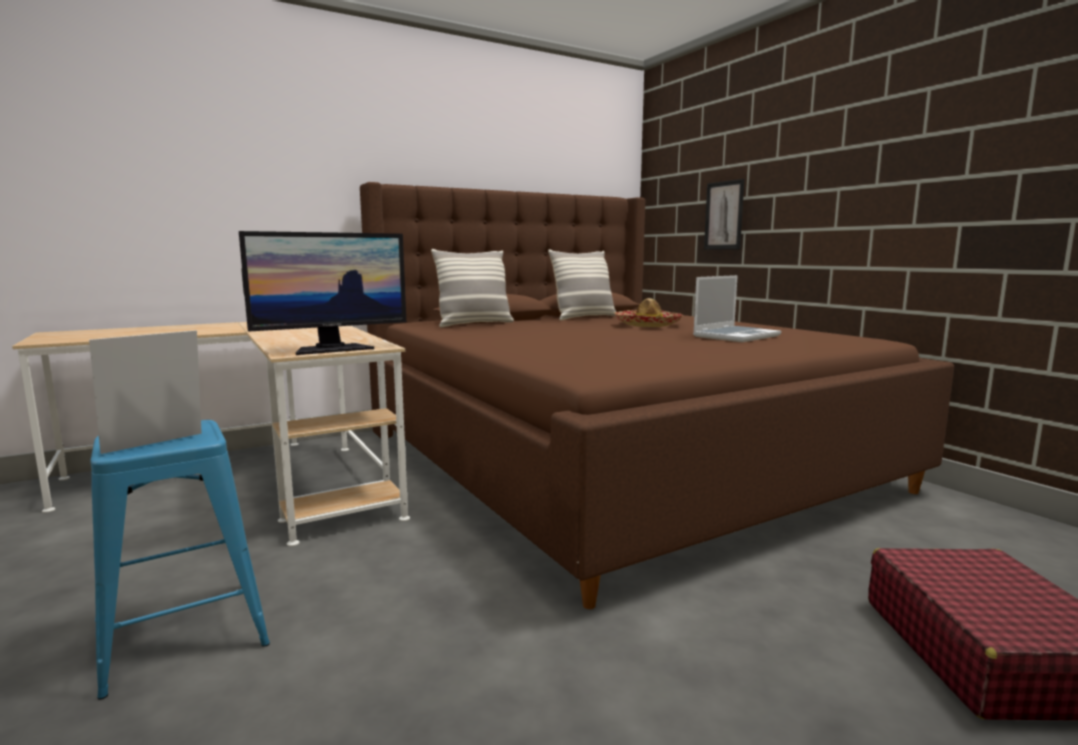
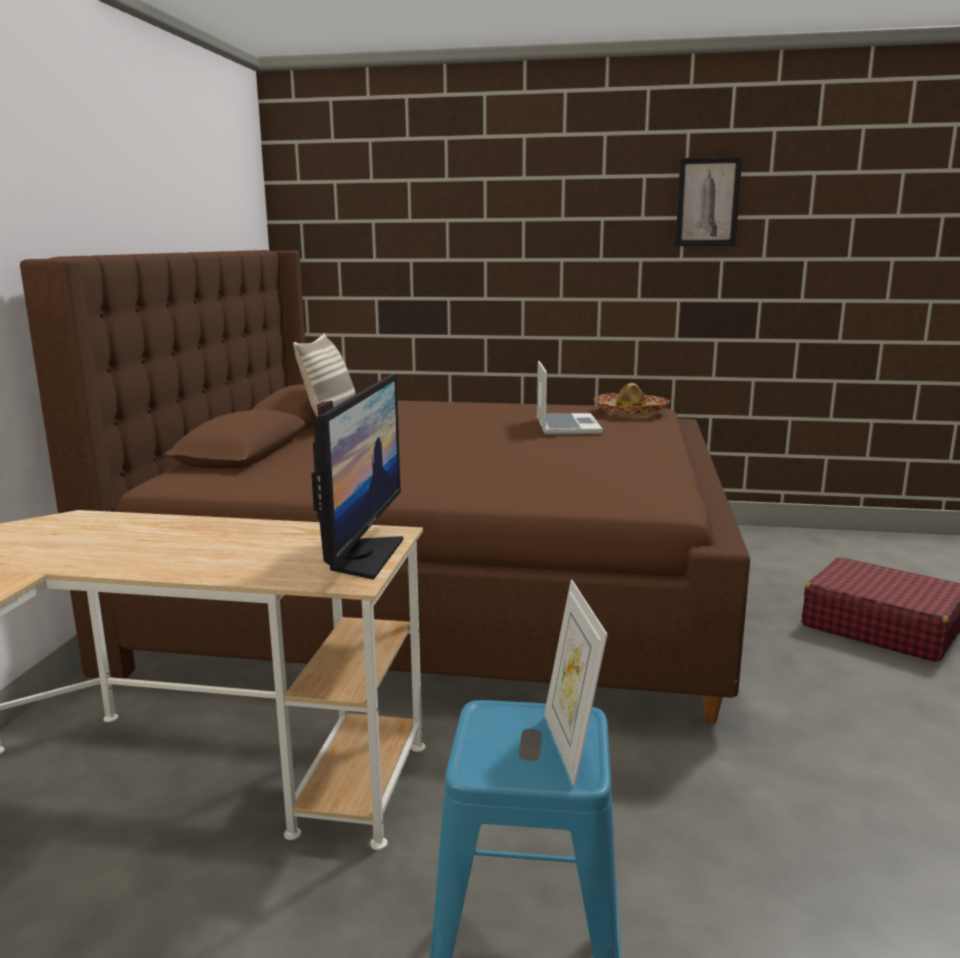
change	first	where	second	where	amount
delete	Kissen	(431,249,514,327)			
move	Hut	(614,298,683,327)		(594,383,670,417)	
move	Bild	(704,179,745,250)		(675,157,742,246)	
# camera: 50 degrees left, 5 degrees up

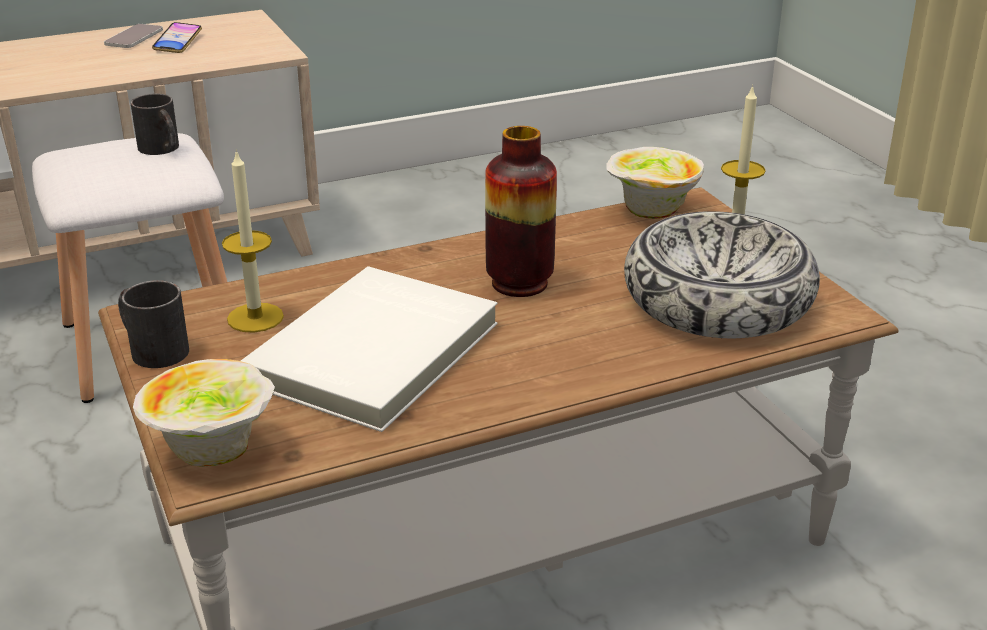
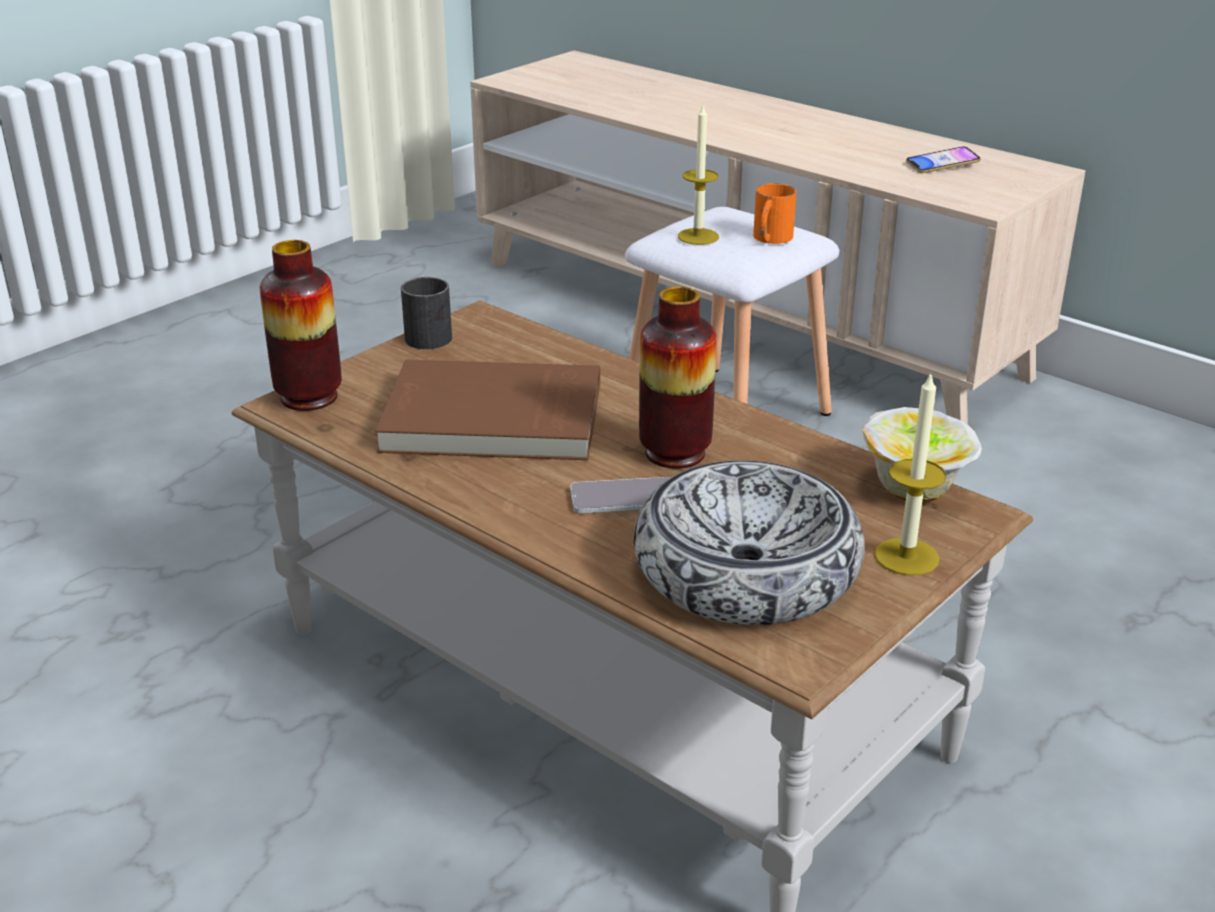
change	first	where	second	where	amount
move	Handy	(104,24,163,48)		(570,477,669,513)	
recolor	Henkelbecher (schwarz)	(131,94,179,155)	Henkelbecher (orange)	(753,183,796,244)	
replace	Schüssel	(133,359,275,467)	Vase	(260,240,342,411)	
move	Kerze	(222,149,284,333)		(678,106,719,245)	
recolor	Buch (weiß)	(241,266,497,432)	Buch (braun)	(375,359,600,460)	
# camera: 65 degrees right, 0 degrees up

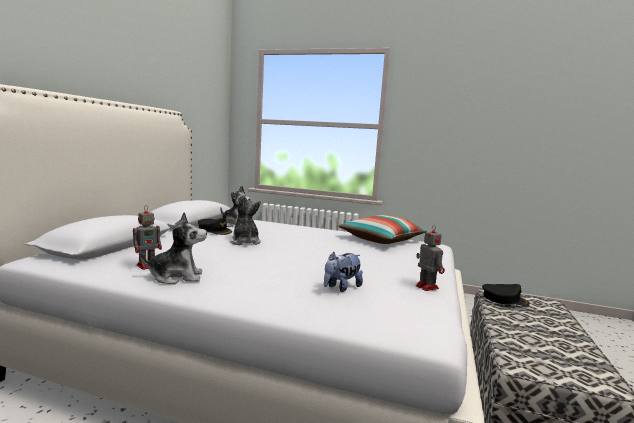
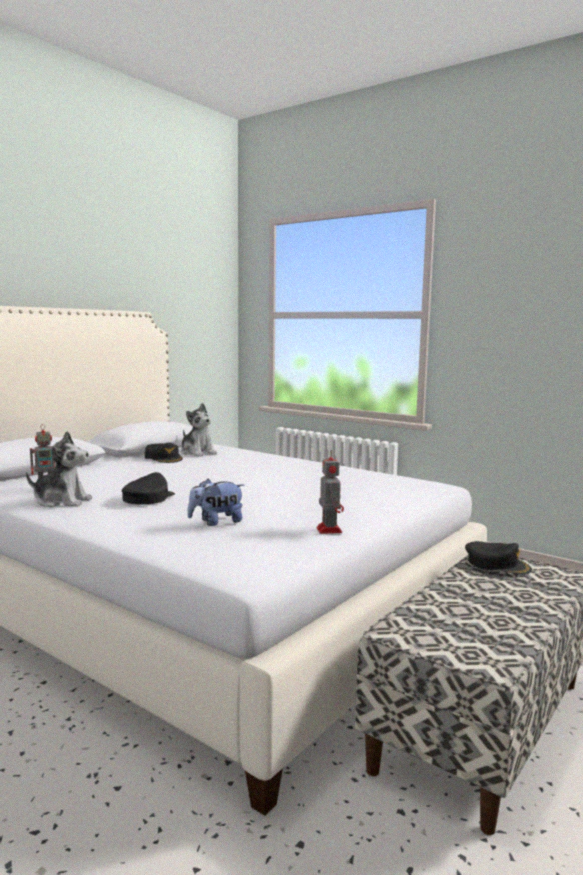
change	first	where	second	where	amount
delete	Plüschtier	(230,194,261,245)			
delete	Kissen	(338,215,427,244)			
insert			Kappe (schwarz)	(122,472,175,504)	
# camera: 20 degrees right, 0 degrees up

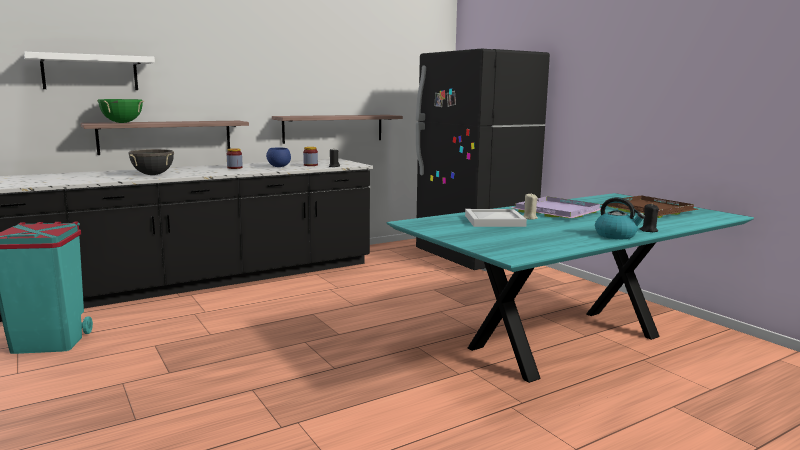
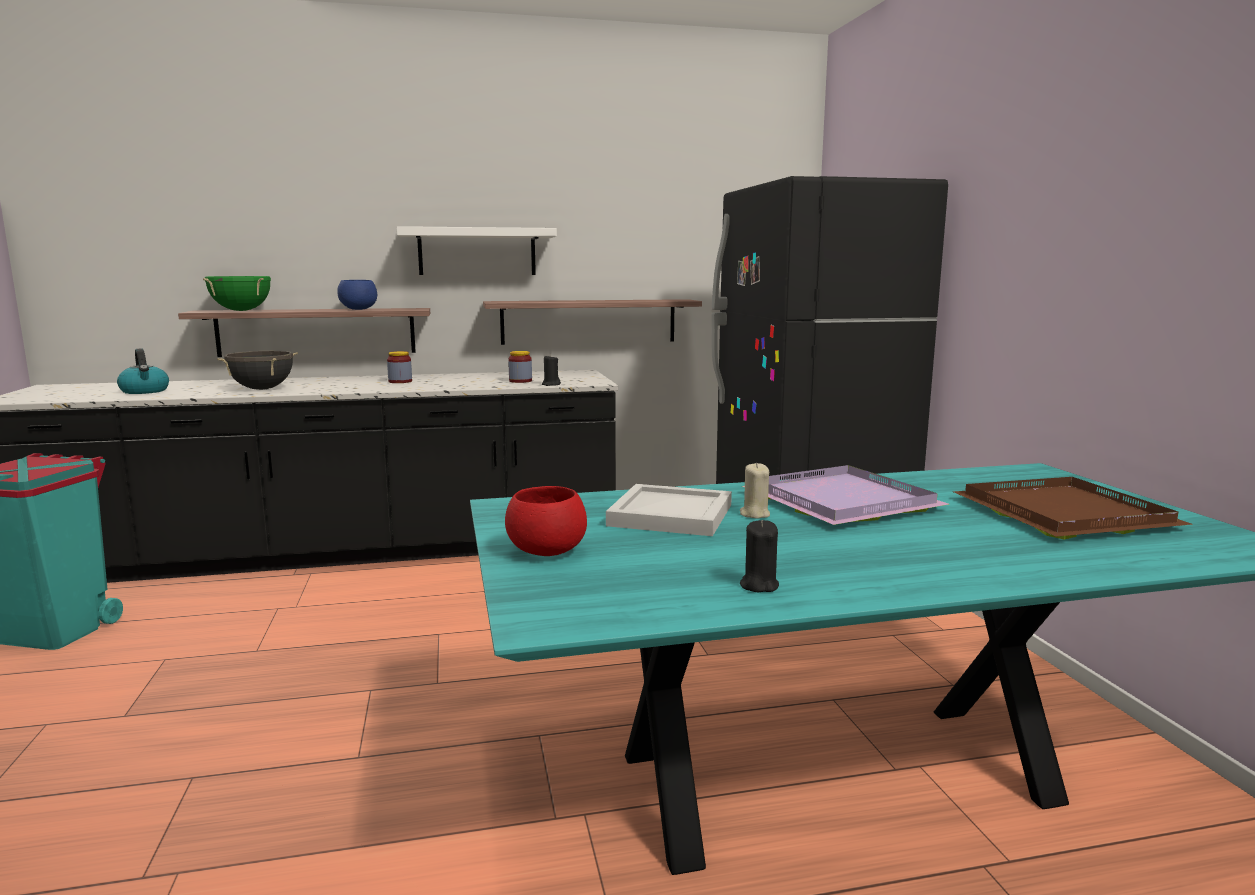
change	first	where	second	where	amount
move	Wandregal (weiß)	(24,52,155,90)		(397,226,557,275)	
move	Schüssel (blau)	(266,148,291,167)		(337,280,377,310)	
move	Wasserkessel	(595,197,645,239)		(117,348,169,394)	
move	Kerze (schwarz)	(640,204,659,232)		(740,520,779,592)	
insert			Schüssel (rot)	(505,486,587,556)	
# camera: 20 degrees right, 0 degrees up

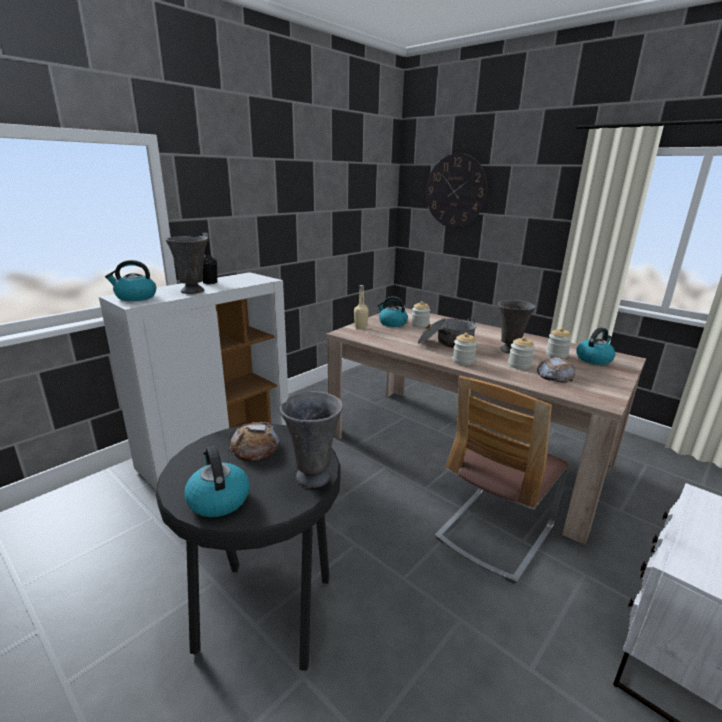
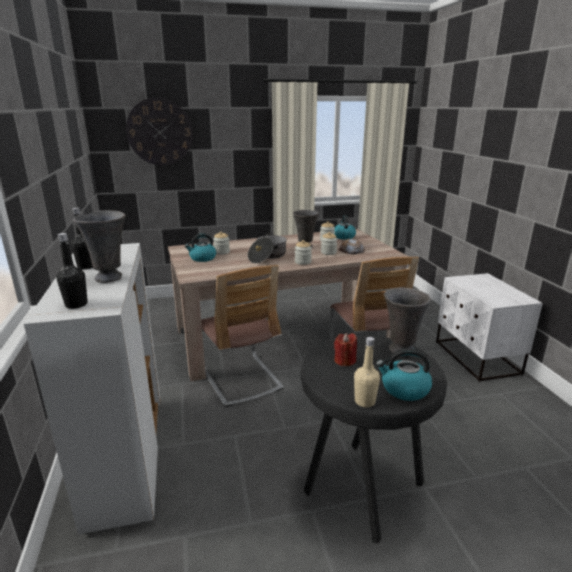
change	first	where	second	where	amount
replace	Wasserkessel	(105,260,156,301)	Flasche (schwarz)	(56,233,88,309)	
replace	Brot	(229,422,279,461)	Kerze (rot)	(334,333,357,366)	
move	Flasche (beige)	(354,285,369,329)		(354,337,380,408)	
insert			Stuhl	(201,265,284,407)	
# camera: 55 degrees left, 0 degrees up

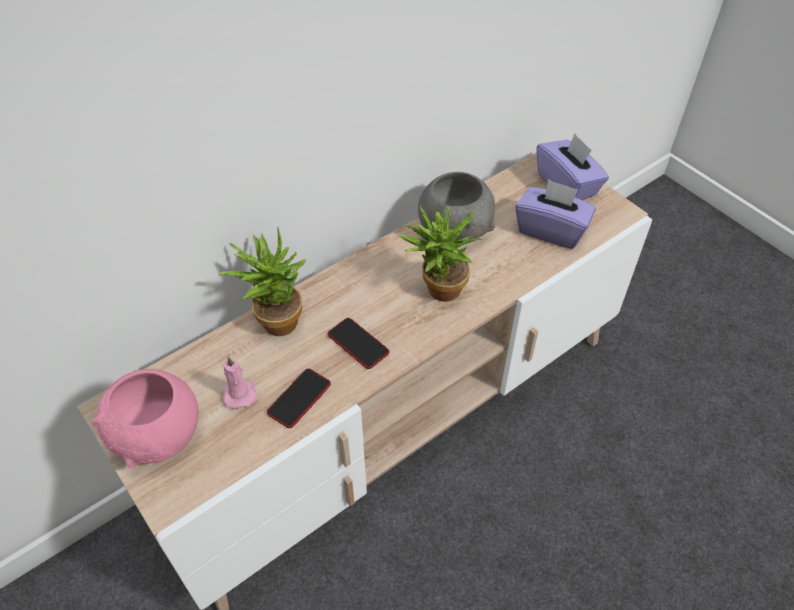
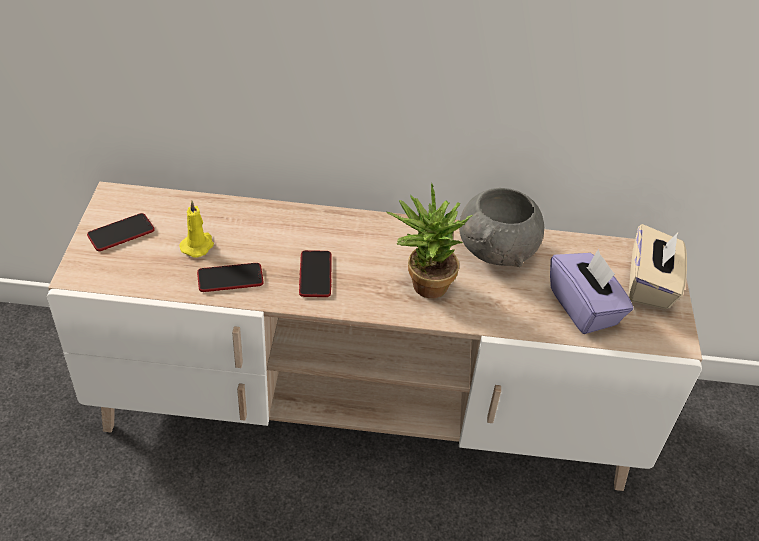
change	first	where	second	where	amount
replace	Schüssel (rosa)	(92,369,199,468)	Handy	(87,213,155,251)	
delete	Topfpflanze	(218,227,306,336)			
recolor	Kerze (rosa)	(223,356,257,409)	Kerze (gelb)	(179,201,214,258)	
recolor	Taschentuchbox (lila)	(536,134,609,200)	Taschentuchbox (beige)	(629,224,687,309)	
# camera: 40 degrees right, 5 degrees down

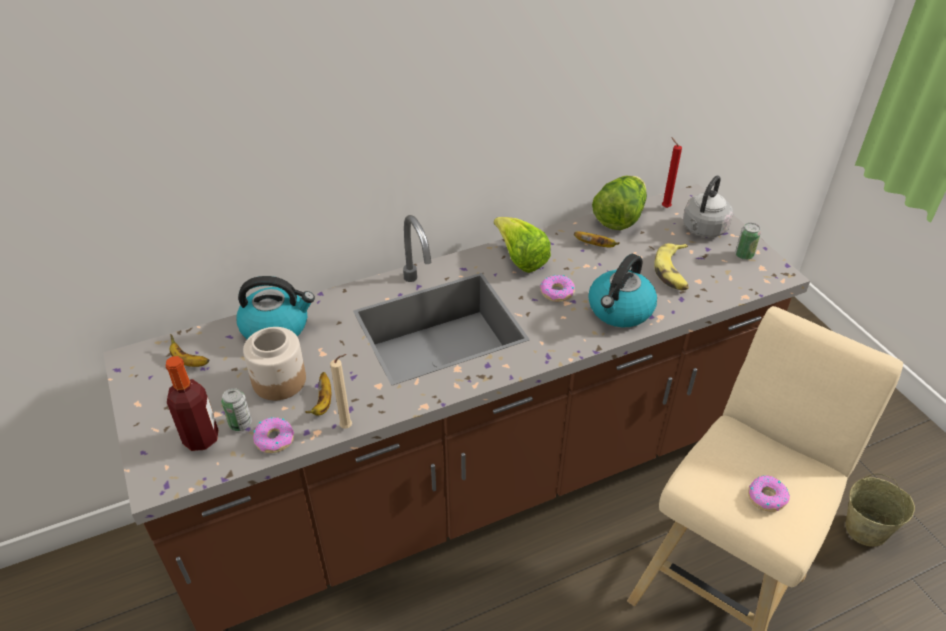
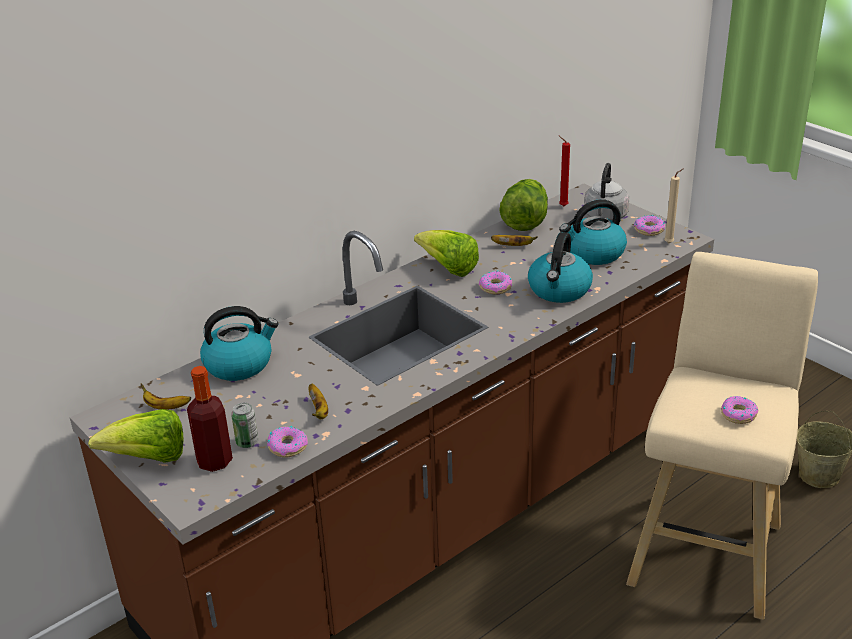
change	first	where	second	where	amount
delete	Vorratsglas	(243,327,306,401)			
move	Kerze (beige)	(330,354,352,429)		(664,168,684,243)	
replace	Banane	(654,243,689,290)	Wasserkessel	(559,199,627,265)	
replace	Dose	(735,223,761,260)	Donut	(634,215,665,236)	
insert			Salatkopf	(88,409,183,463)	
# camera: 15 degrees left, 10 degrees down

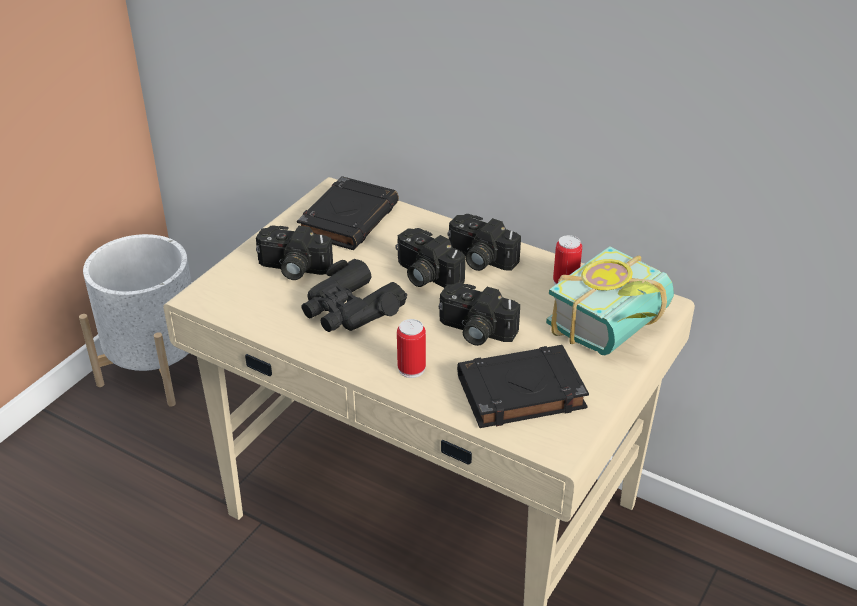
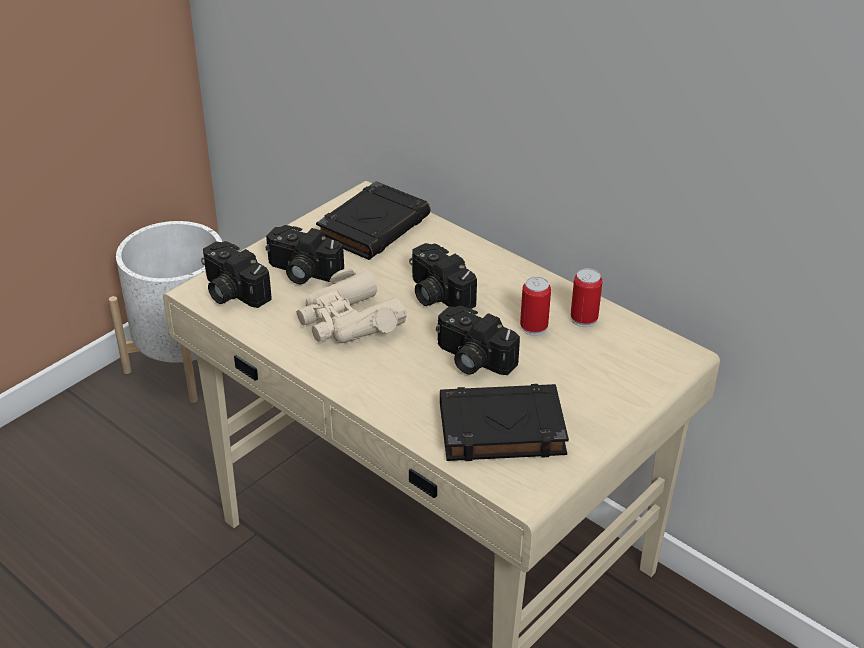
change	first	where	second	where	amount
recolor	Fernglas (schwarz)	(301,259,407,332)	Fernglas (beige)	(296,268,407,343)	
move	Dose	(397,319,426,378)		(520,277,551,336)	
move	Kamera	(447,214,521,271)		(201,241,272,308)	
delete	Buch	(546,246,674,355)			
# camera: 10 degrees right, 0 degrees up

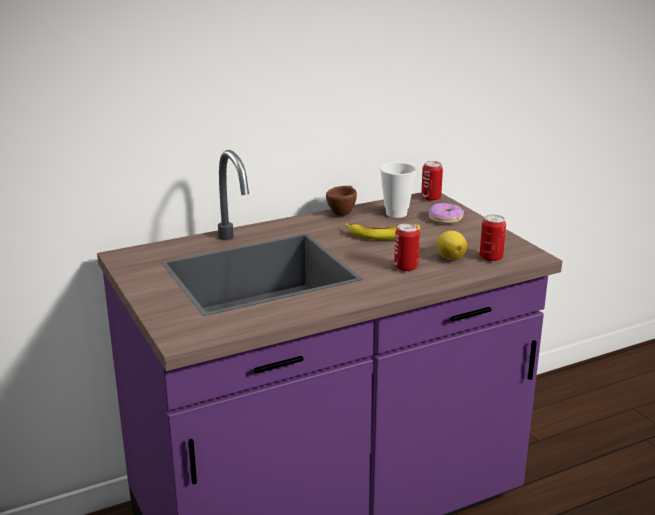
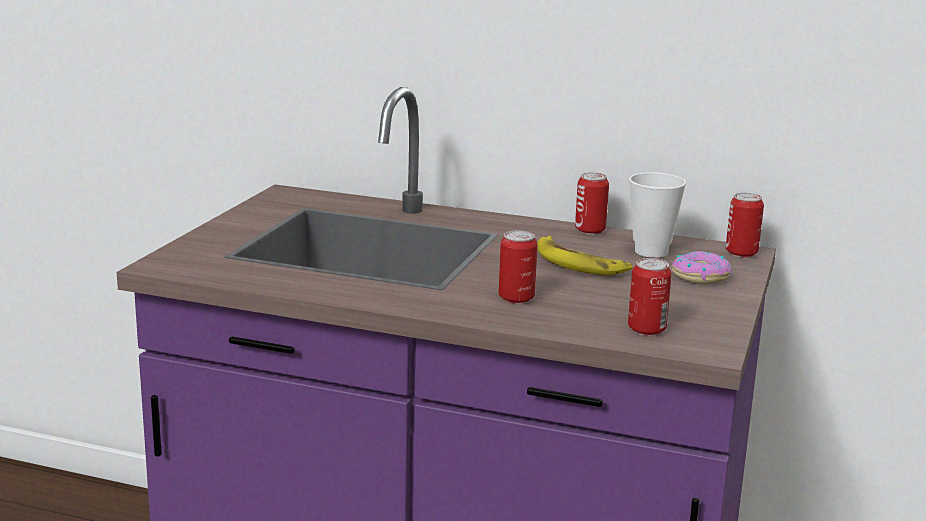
change	first	where	second	where	amount
replace	Tasse (braun)	(326,186,357,216)	Dose	(575,172,609,235)	
delete	Zitrone	(437,231,467,260)			
# camera: 45 degrees right, 5 degrees down

